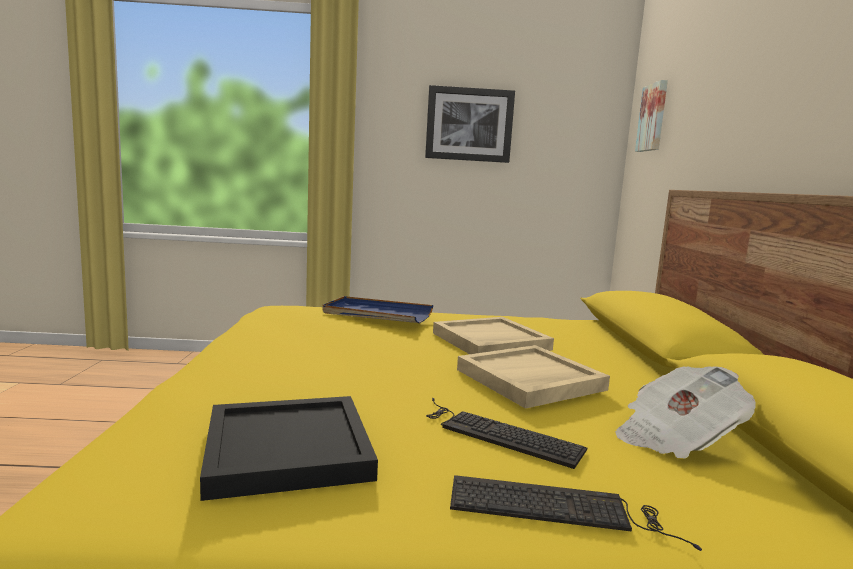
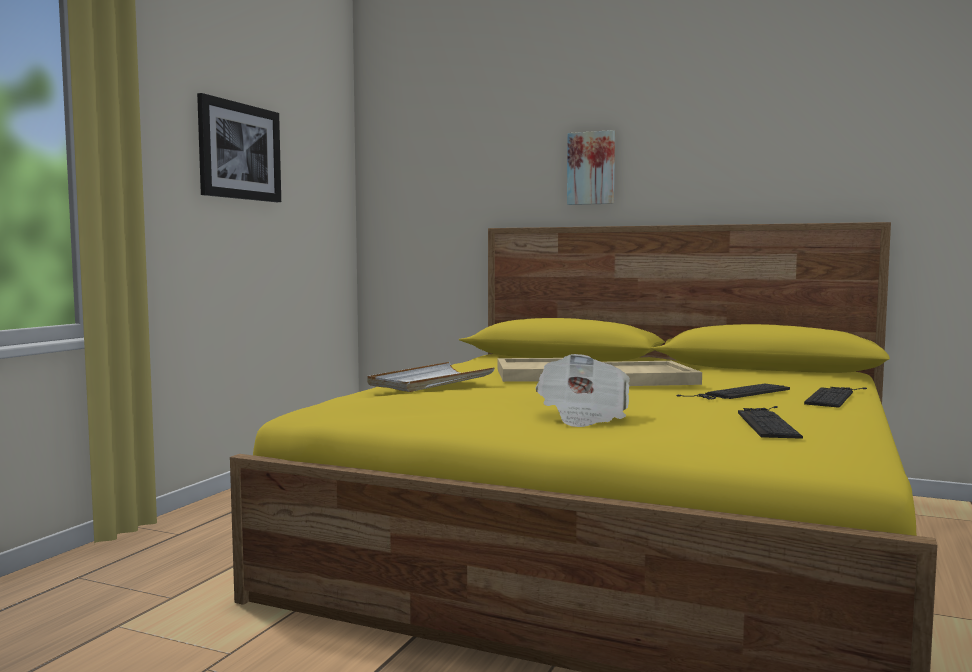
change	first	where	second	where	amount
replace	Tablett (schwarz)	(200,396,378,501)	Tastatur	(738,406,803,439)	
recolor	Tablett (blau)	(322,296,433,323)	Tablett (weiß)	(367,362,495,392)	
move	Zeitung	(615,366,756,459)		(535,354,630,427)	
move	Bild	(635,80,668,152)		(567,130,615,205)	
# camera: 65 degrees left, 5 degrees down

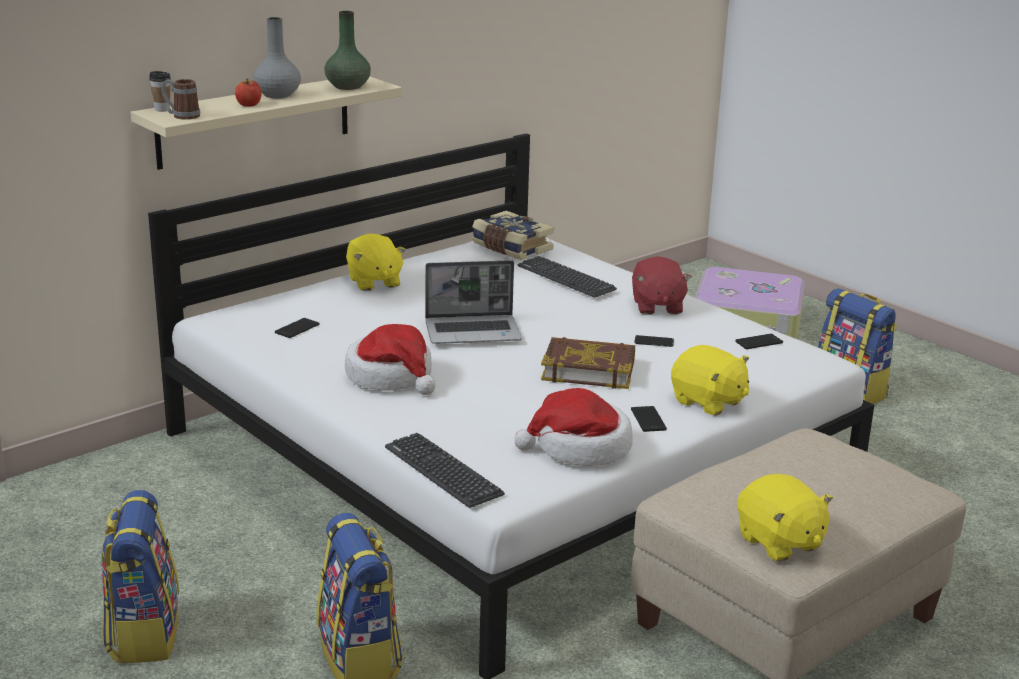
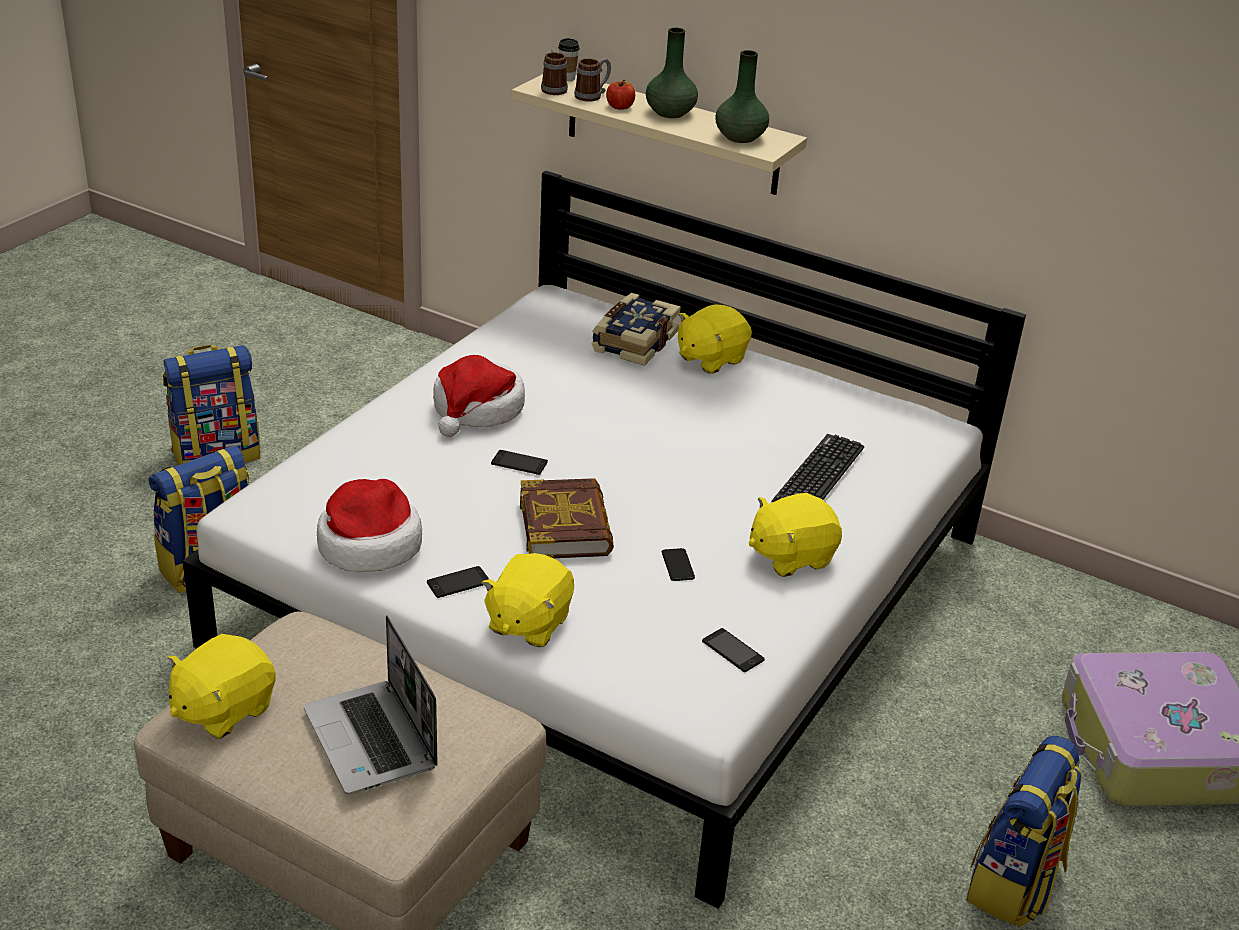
change	first	where	second	where	amount
recolor	Vase (grau)	(253,17,301,98)	Vase (grün)	(646,27,698,118)	
move	Handy	(275,318,320,338)		(491,450,548,475)	
delete	Tastatur	(385,433,505,508)			
move	Laptop	(425,260,522,344)		(303,616,438,794)	
move	Buch	(472,211,554,260)		(592,293,681,366)	
recolor	Plüschtier (rot)	(632,256,692,315)	Plüschtier (gelb)	(749,493,842,577)	
insert			Henkelbecher	(574,58,611,102)	
# camera: 70 degrees right, 10 degrees up

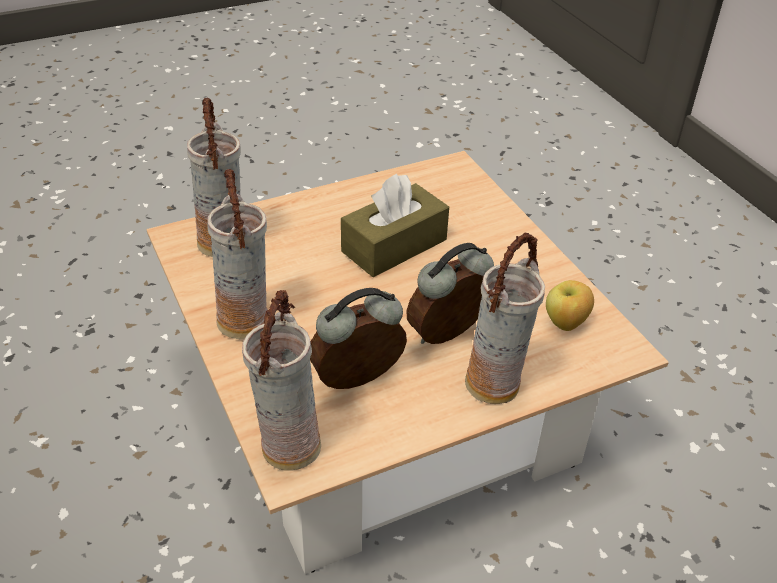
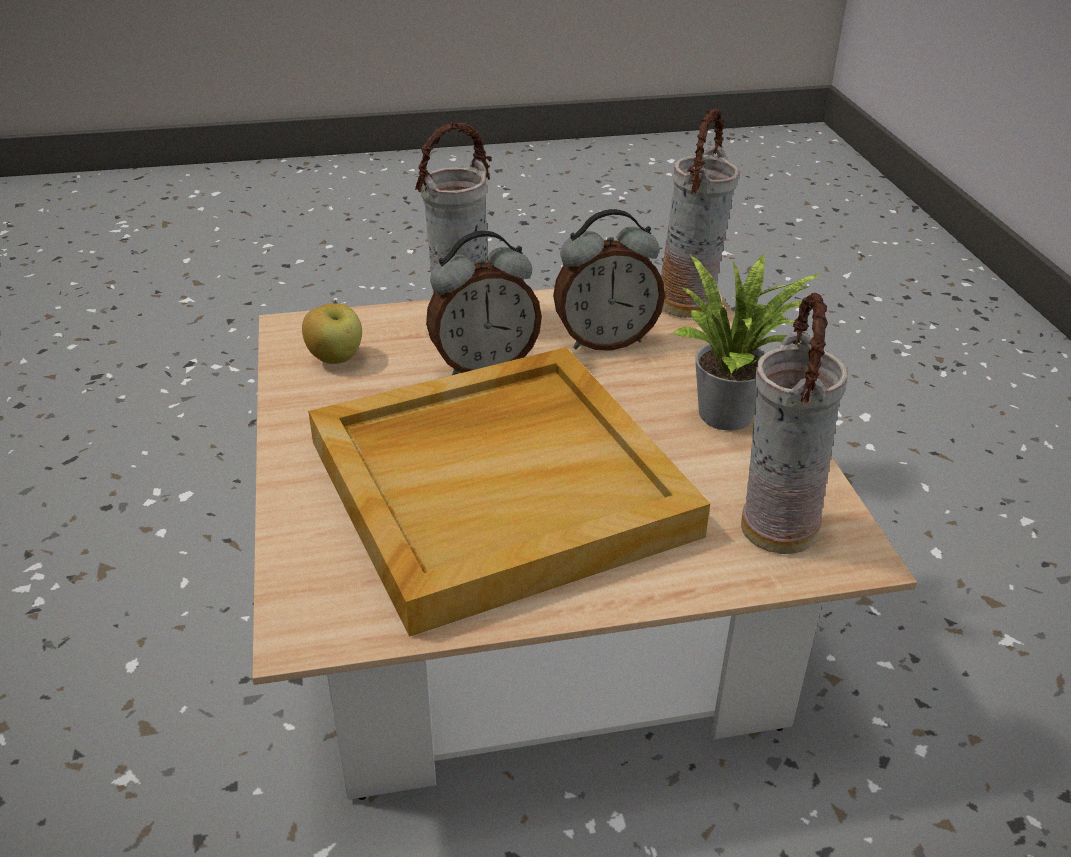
change	first	where	second	where	amount
replace	Vase	(207,169,268,339)	Topfpflanze	(671,254,828,431)	
replace	Taschentuchbox (braun)	(341,174,449,277)	Tablett (beige)	(308,347,710,637)	
# camera: 165 degrees left, 5 degrees down

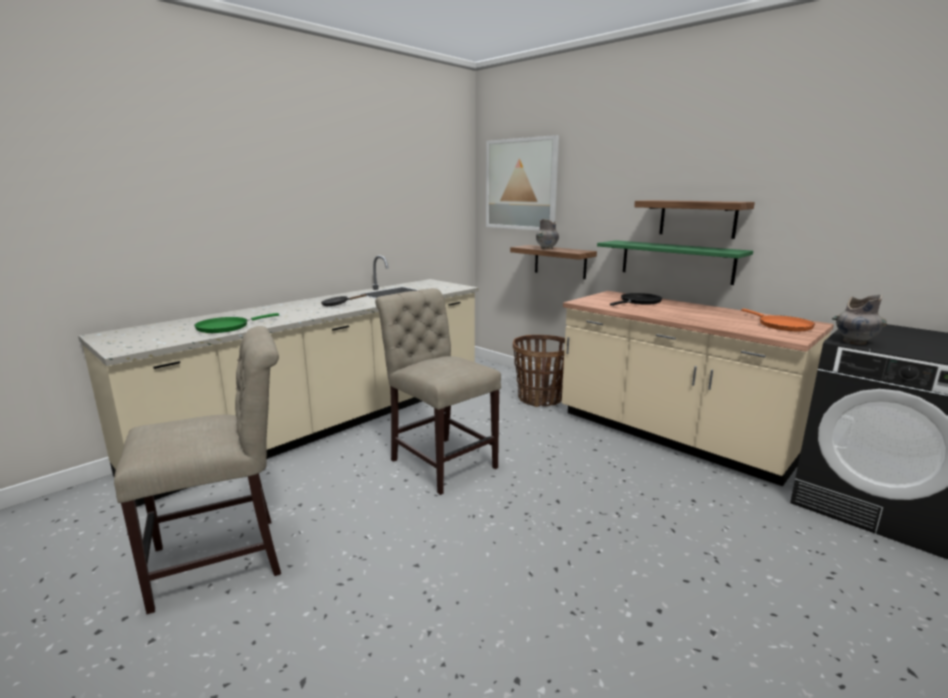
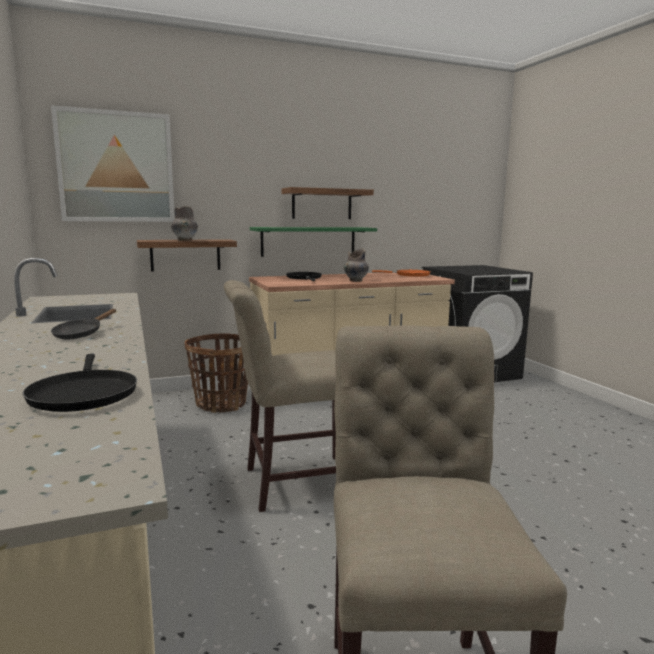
change	first	where	second	where	amount
recolor	Pfanne (grün)	(194,313,279,333)	Pfanne (schwarz)	(22,354,137,412)	
move	Vase (grau)	(832,295,887,345)		(343,248,369,282)	
# camera: 65 degrees left, 5 degrees down

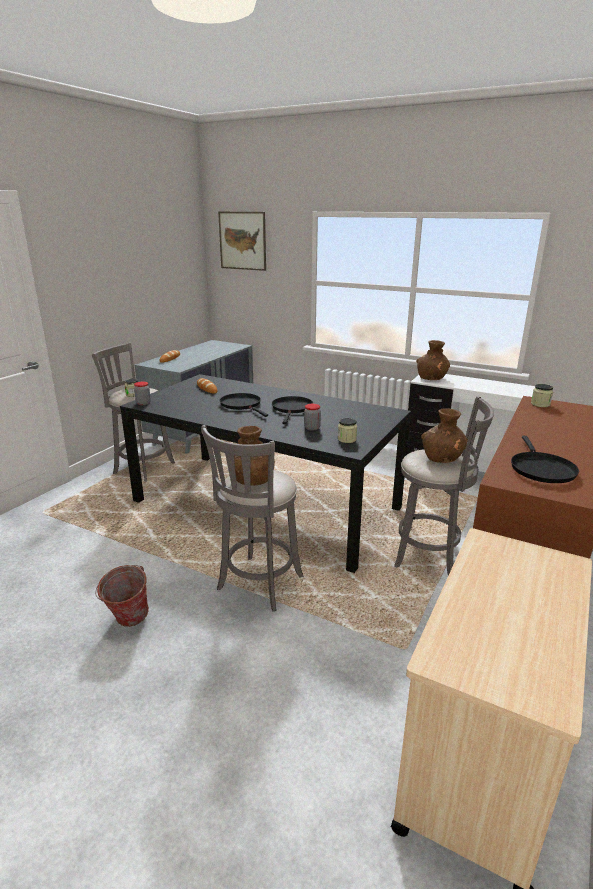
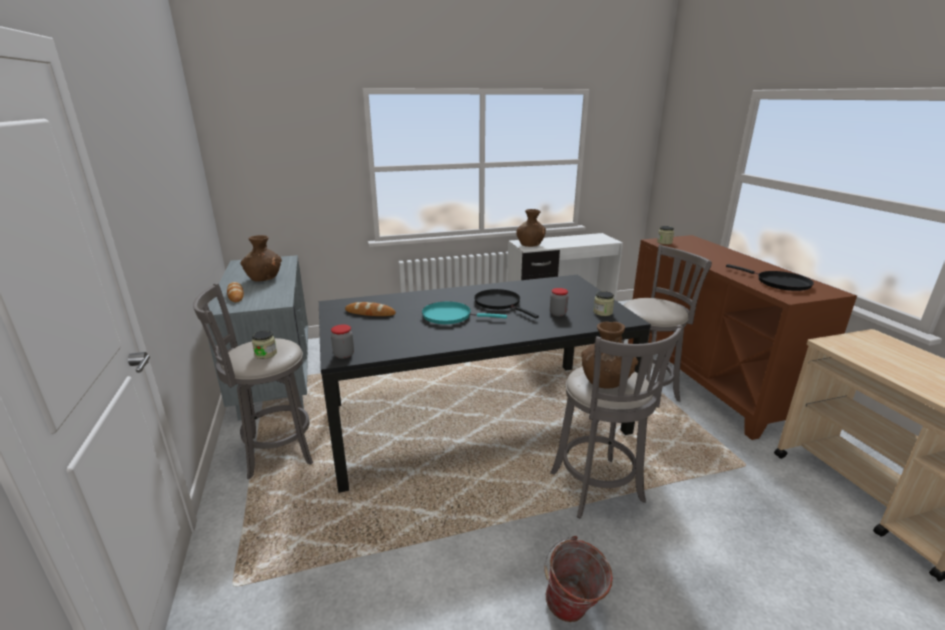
change	first	where	second	where	amount
delete	Bild	(218,212,266,271)			
recolor	Pfanne (schwarz)	(220,393,268,417)	Pfanne (türkis)	(422,301,507,324)	
move	Vase (braun)	(421,408,468,463)		(240,235,282,281)	
# camera: 45 degrees left, 0 degrees up

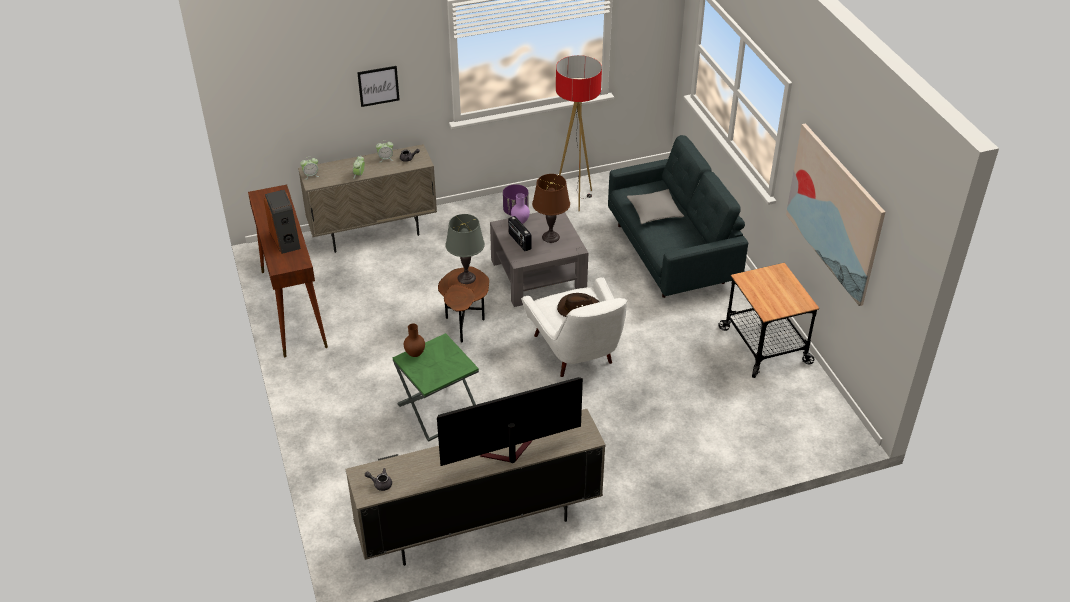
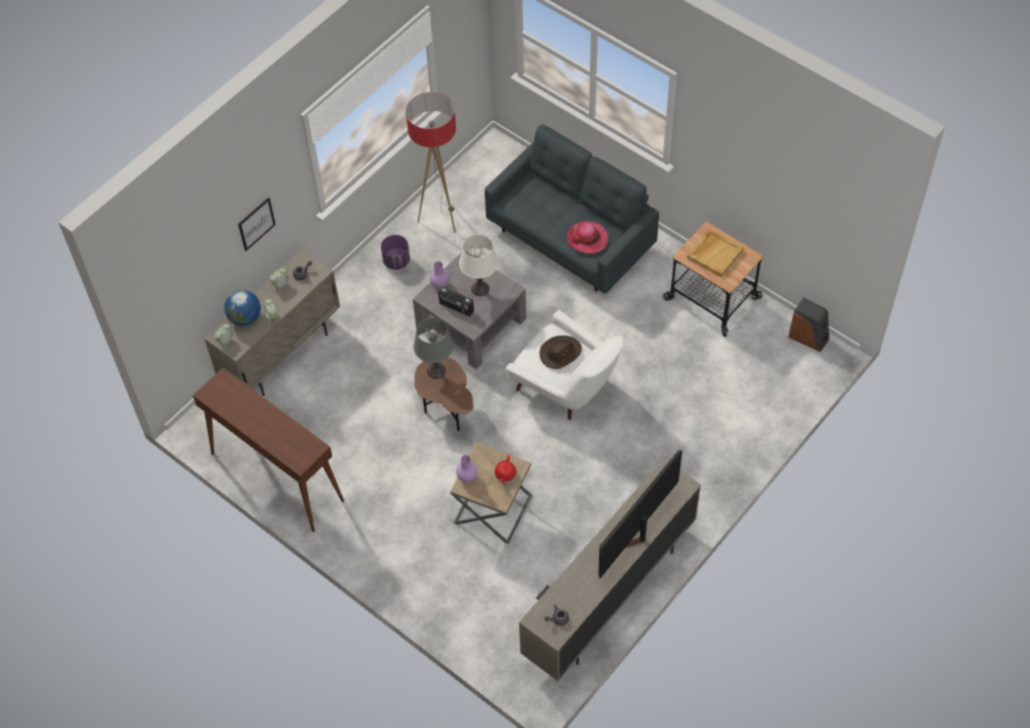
change	first	where	second	where	amount
move	Lautsprecher	(264,190,301,254)		(789,298,829,352)	
recolor	Beistelltisch (grün)	(393,333,479,441)	Beistelltisch (braun)	(450,443,532,544)	
recolor	Vase (braun)	(404,323,425,357)	Vase (lila)	(456,455,477,483)	
recolor	Tischlampe (braun)	(532,174,570,243)	Tischlampe (weiß)	(459,234,498,296)	
delete	Kissen (grau)	(627,189,684,224)			
delete	Bild	(786,123,885,306)			
insert			Globus	(224,290,261,326)	
insert			Teekanne (rot)	(495,455,516,483)	
insert			Hut	(567,221,609,254)	
insert			Tablett (beige)	(687,229,744,277)	
# camera: 30 degrees left, 15 degrees up

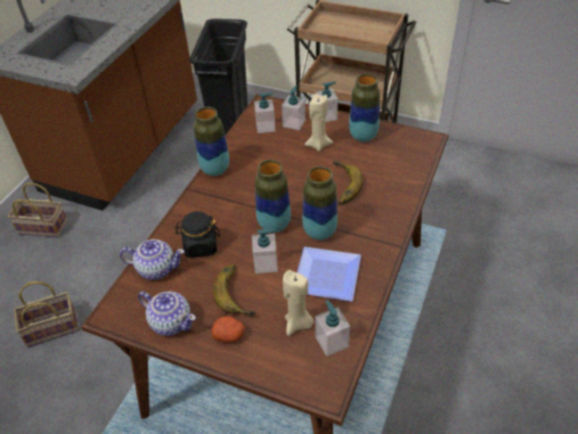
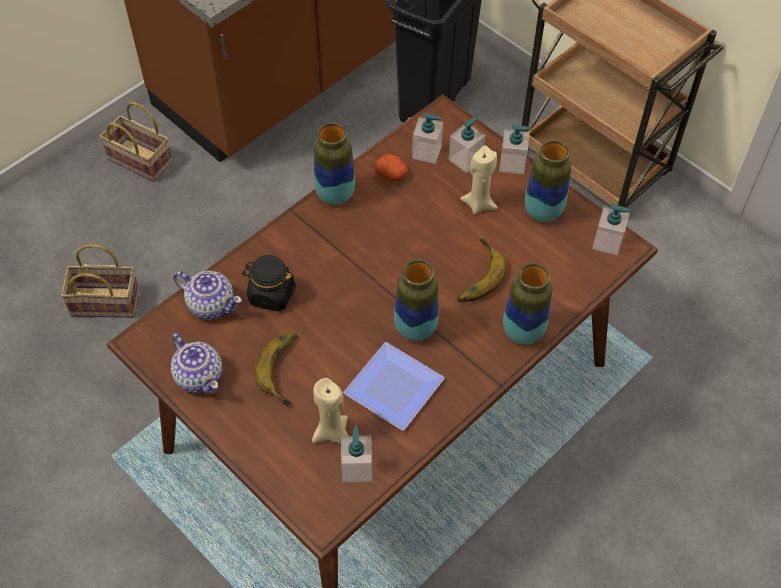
change	first	where	second	where	amount
move	Kartoffel	(211,316,245,342)		(375,154,408,181)	
move	Seifenspender	(252,229,278,274)		(592,204,631,255)	
move	Vase	(255,160,291,233)		(503,263,552,345)	
# camera: 20 degrees right, 10 degrees up

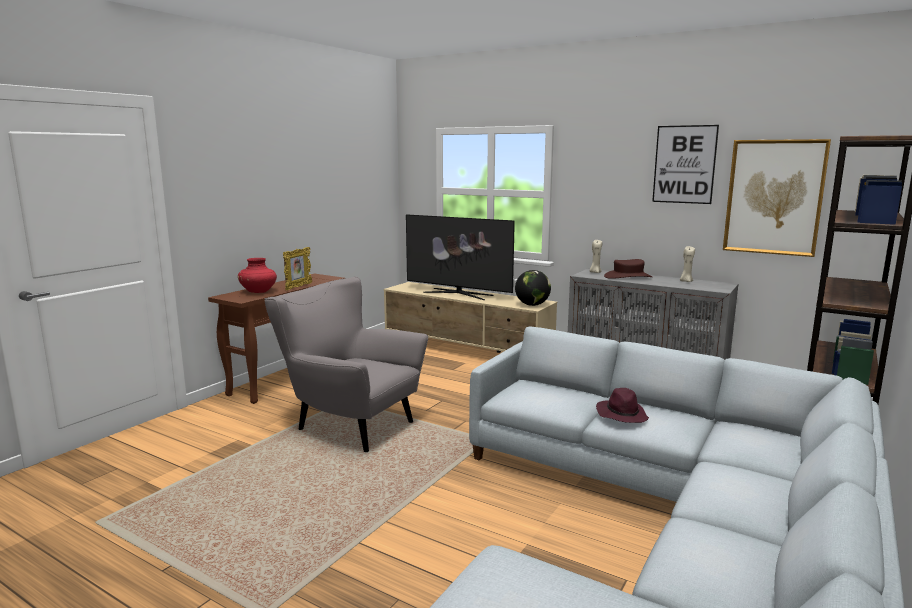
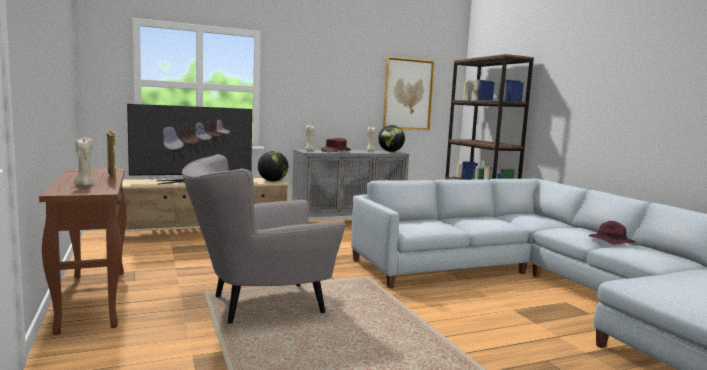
change	first	where	second	where	amount
replace	Vase (rot)	(238,258,277,293)	Kerze (beige)	(74,138,95,186)	
move	Hut (lila)	(596,388,649,423)		(588,221,636,245)	
delete	Bild	(652,125,719,204)			
insert			Globus	(378,125,405,152)	
# camera: 55 degrees left, 5 degrees down

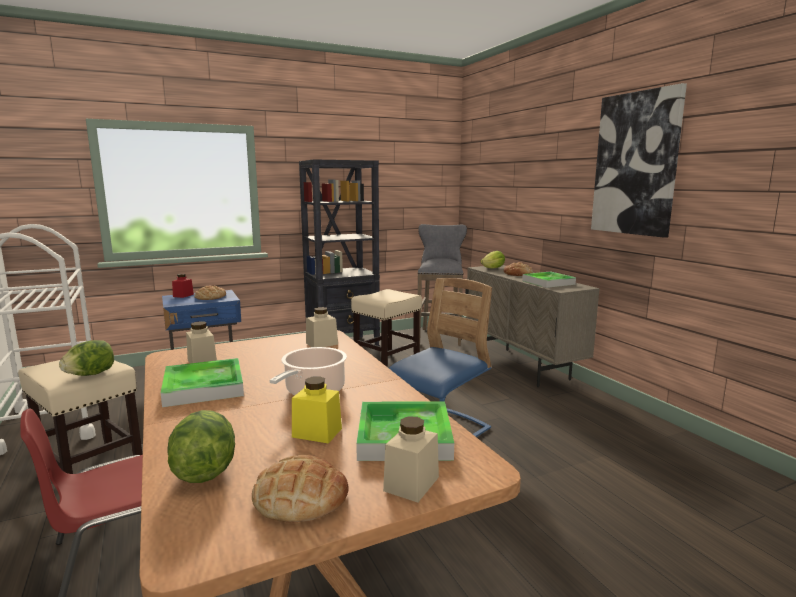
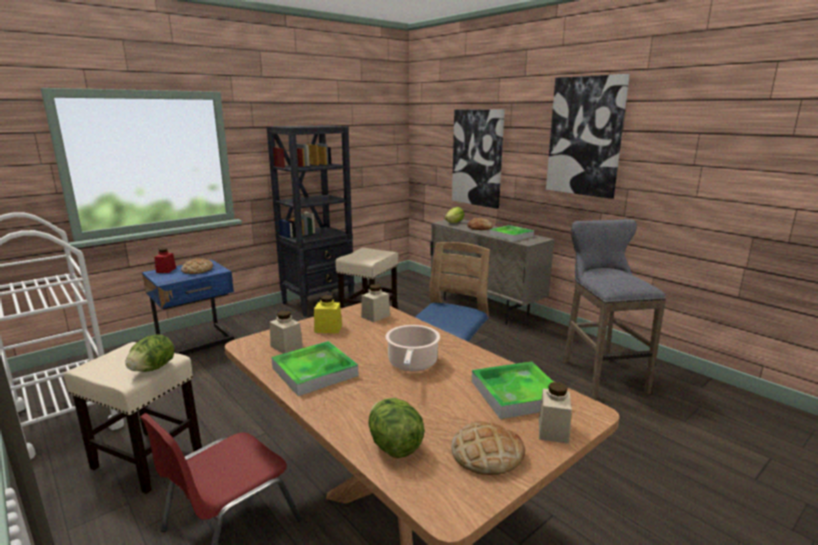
change	first	where	second	where	amount
move	Vorratsglas (gelb)	(292,376,342,444)		(314,295,342,333)	
move	Hocker (grau)	(418,224,467,346)		(562,219,666,399)	
insert			Bild	(452,109,505,209)	
# camera: 15 degrees left, 5 degrees up

